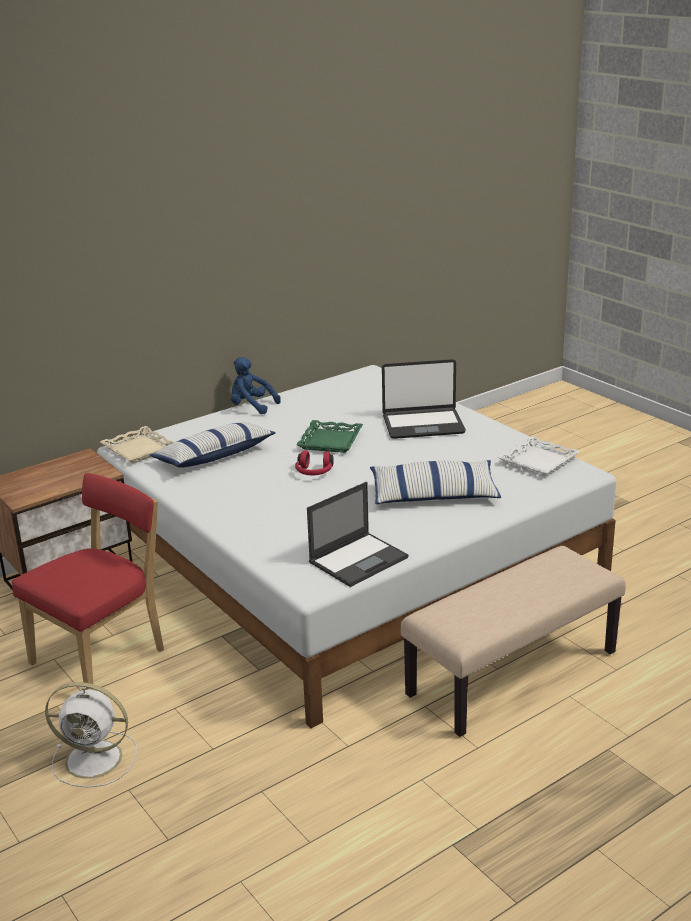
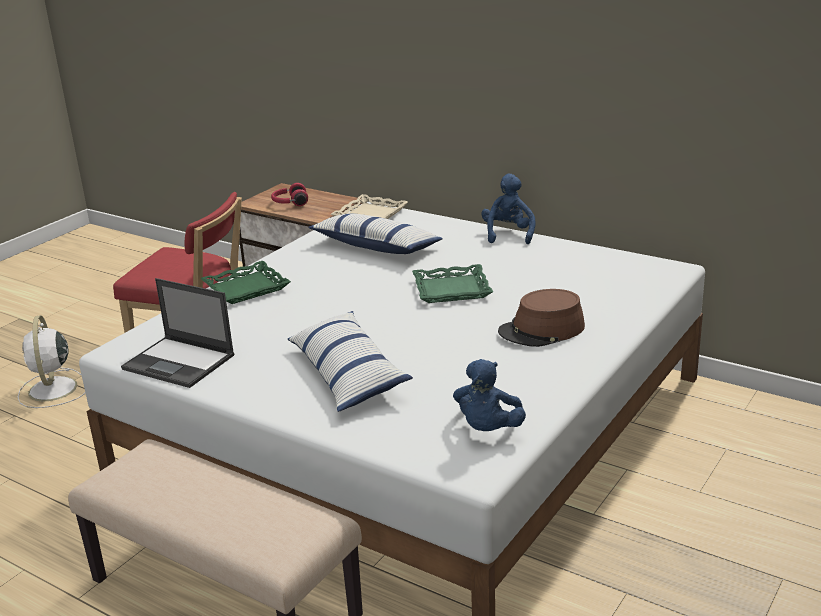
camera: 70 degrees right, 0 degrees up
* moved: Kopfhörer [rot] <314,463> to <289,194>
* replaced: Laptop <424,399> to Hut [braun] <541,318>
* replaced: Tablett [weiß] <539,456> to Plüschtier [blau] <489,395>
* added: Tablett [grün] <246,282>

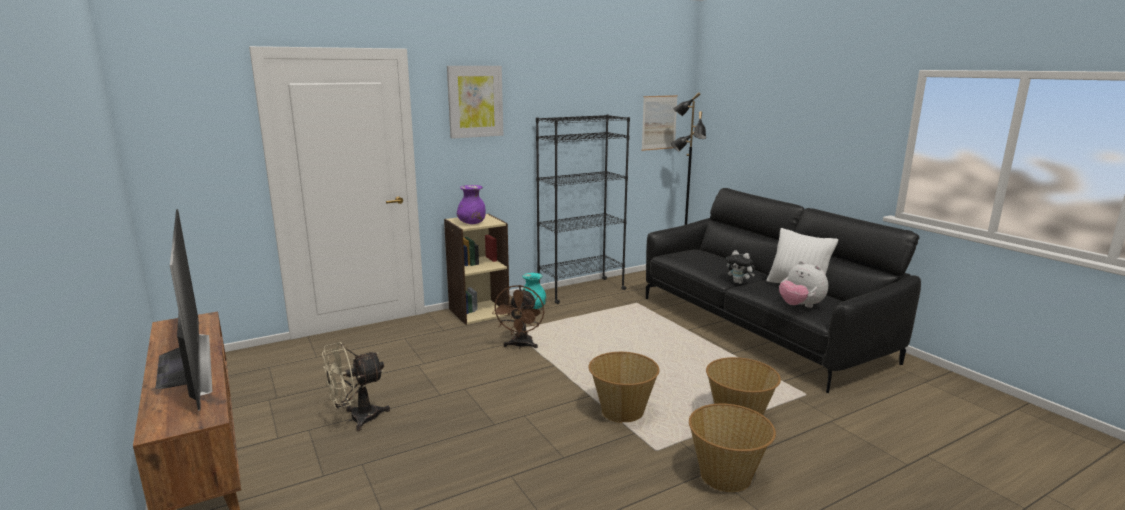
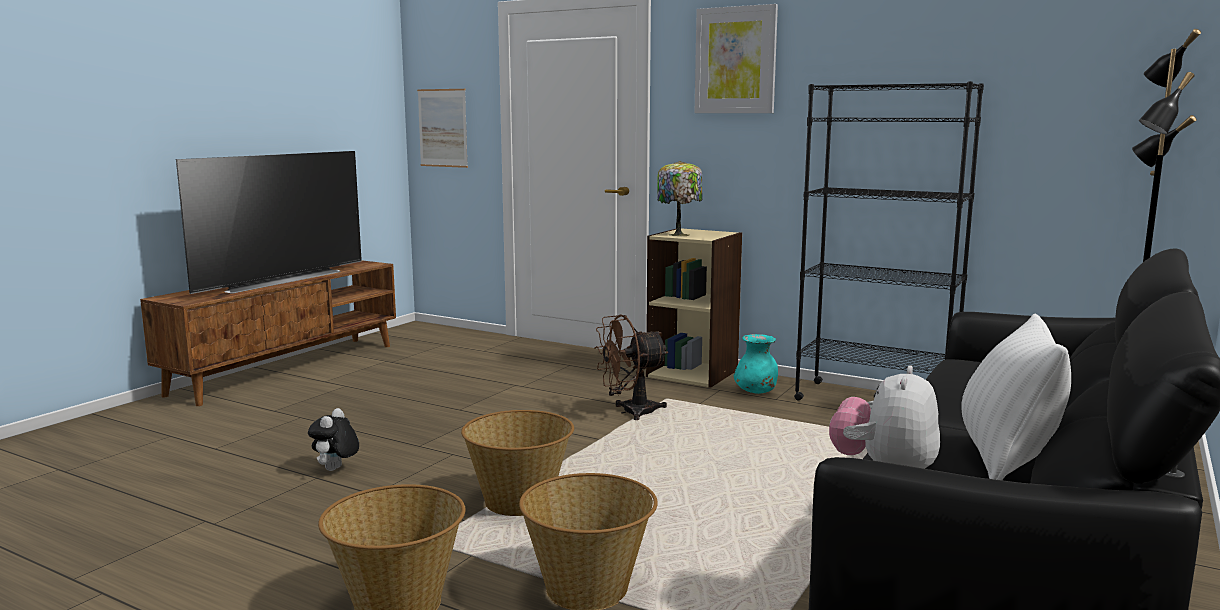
camera: 60 degrees right, 5 degrees down
* removed: Ventilator [beige] <356,386>
* replaced: Vase [lila] <471,204> to Tischlampe <680,198>
* moved: Bild <659,123> to <442,128>
* moved: Plüschtier <740,267> to <333,439>

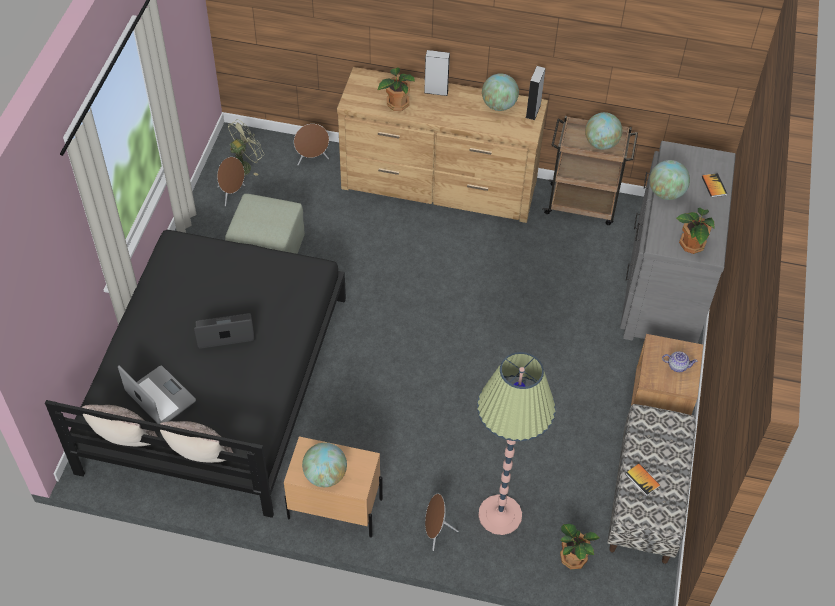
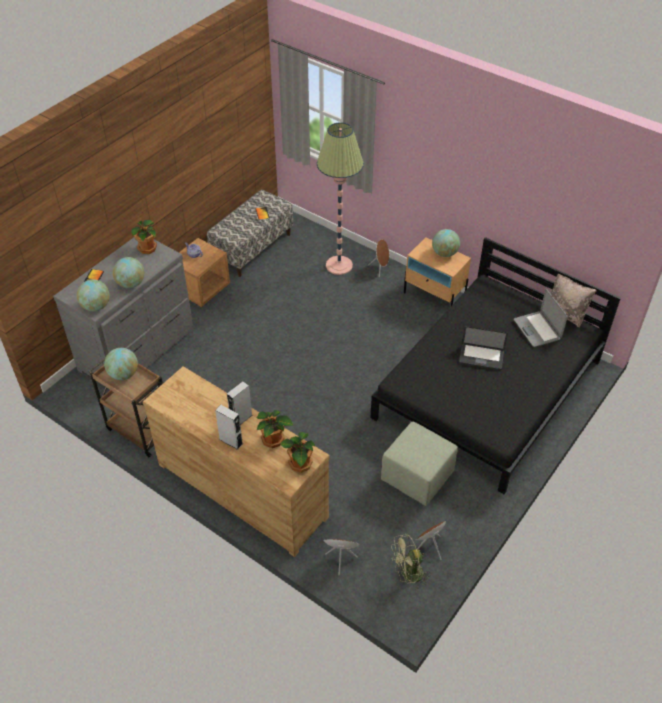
camera: 155 degrees left, 5 degrees down
* removed: Kissen [beige] <196,442>
* moved: Globus <500,92> to <93,295>
* moved: Lautsprecher [grau] <536,93> to <239,403>
* moved: Topfpflanze <579,546> to <297,452>

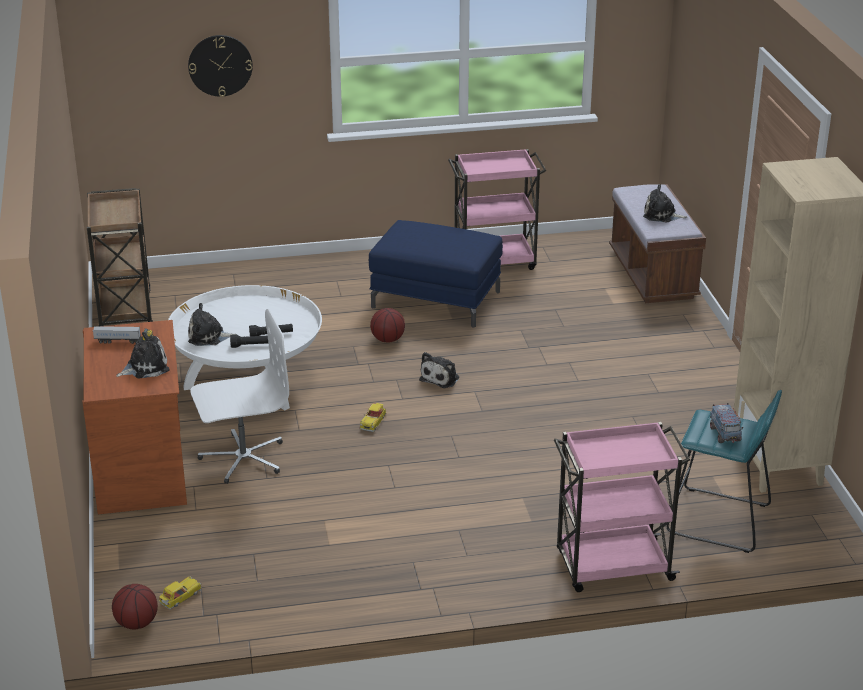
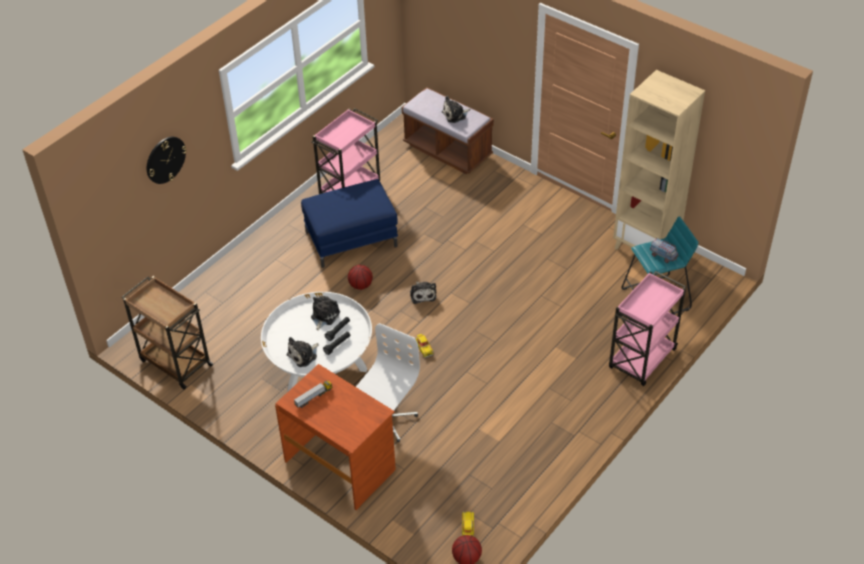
camera: 40 degrees left, 15 degrees up
* moved: Plüschtier <143,355> to <325,313>

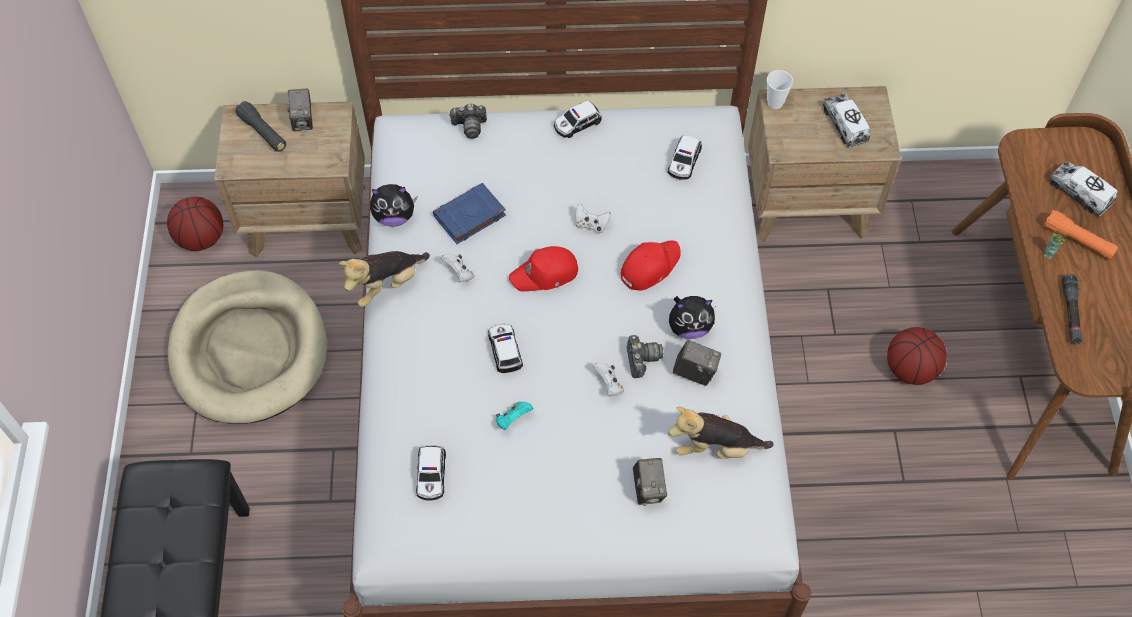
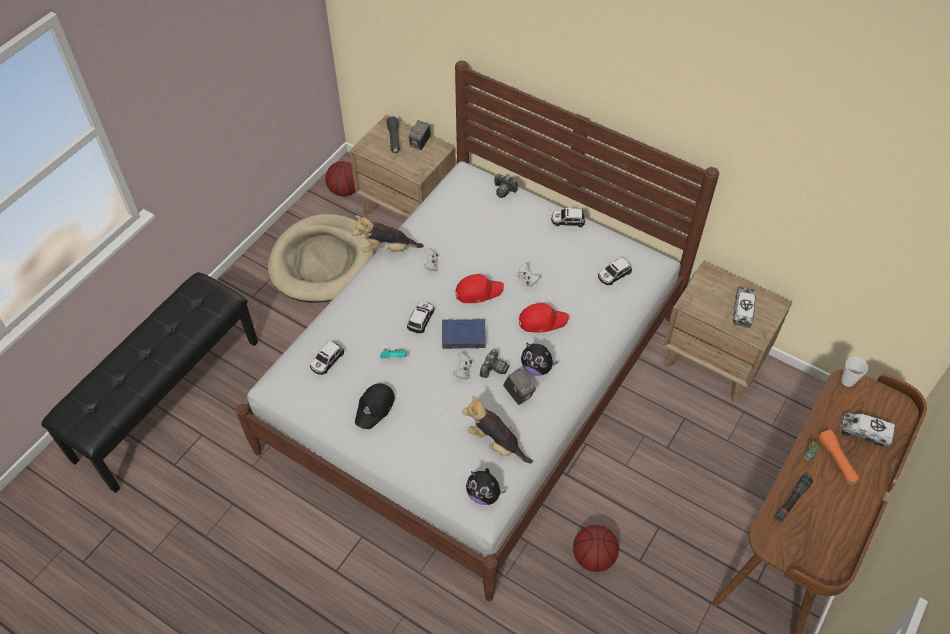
camera: 35 degrees right, 5 degrees down
* moved: Plüschtier <394,205> to <486,486>
* moved: Buch [blau] <469,213> to <464,334>
* turned: Kappe [rot] <543,269> = <480,288> 150 degrees clockwise
* removed: Kamera <650,482>
* moved: Tasse <780,89> to <854,372>
* moved: Basketball <917,356> to <596,548>
* turned: Spielzeuglaster <1084,189> = <867,430> 60 degrees counterclockwise
* added: Kappe [schwarz] <375,406>

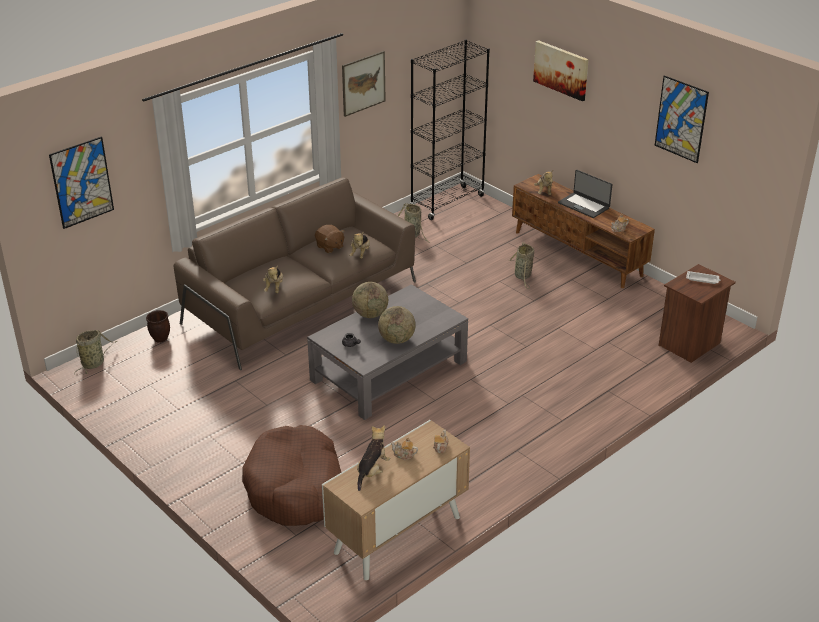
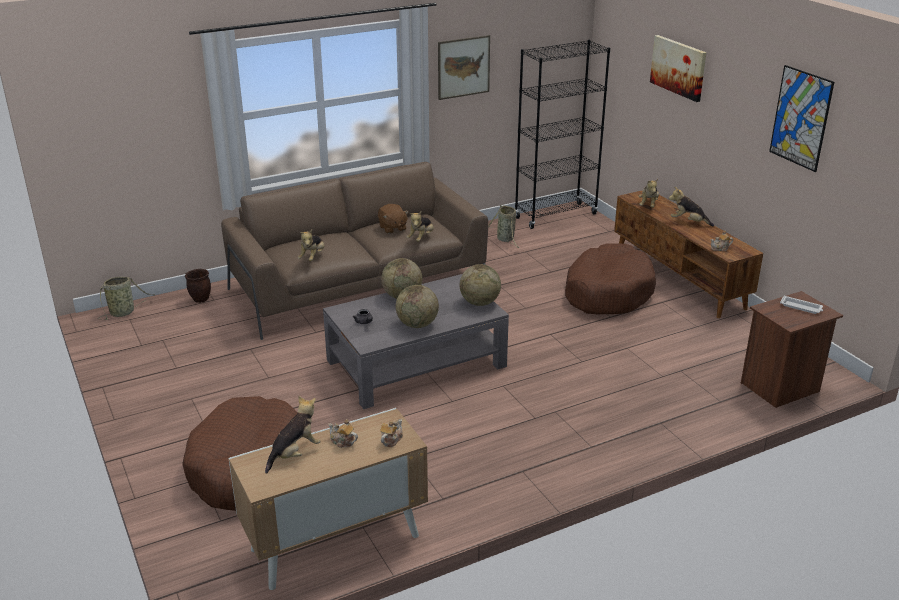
camera: 15 degrees right, 5 degrees down
* removed: Bild <81,182>
* replaced: Korb <521,265> to Hundebett [braun] <610,278>
* replaced: Laptop <585,194> to Plüschtier <691,206>
* added: Globus <480,285>

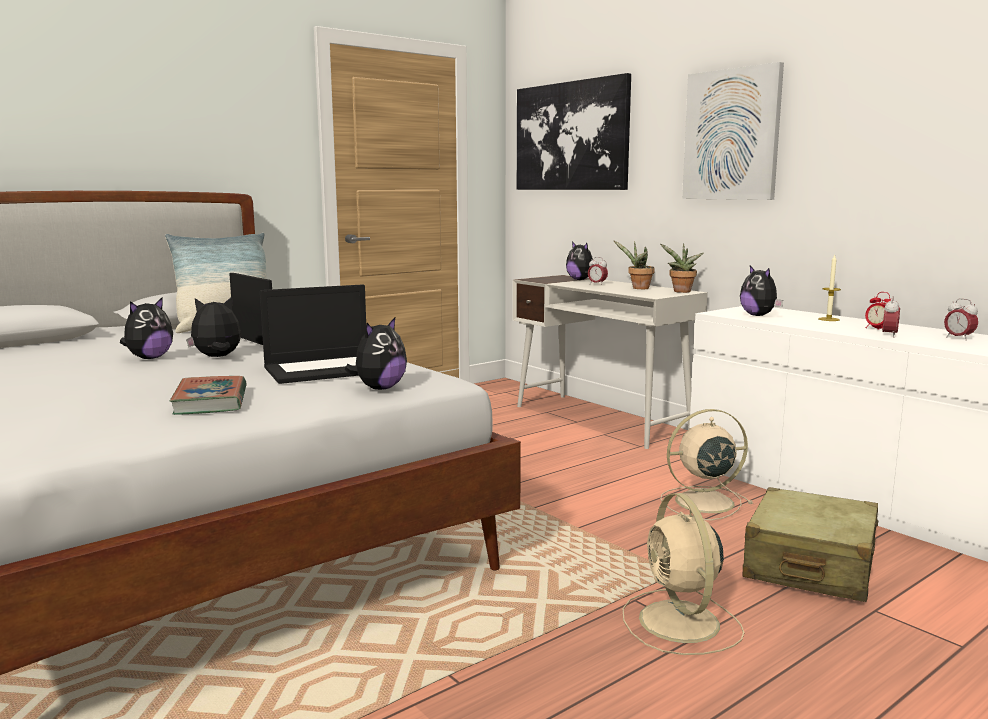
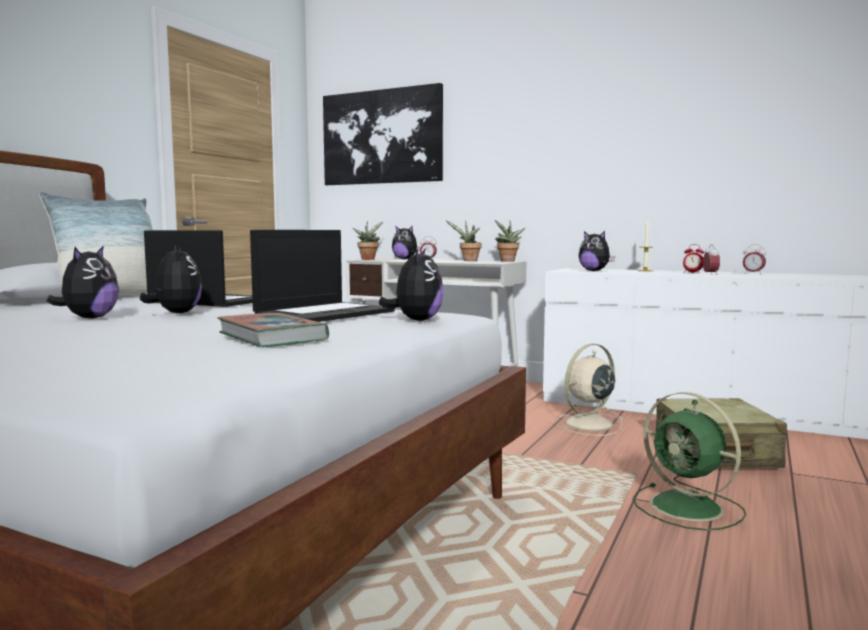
camera: 25 degrees left, 5 degrees down
* turned: Plüschtier <213,327> = <171,279> 105 degrees clockwise
* recoloured: Ventilator [beige] <683,574> to Ventilator [grün] <689,461>
* removed: Bild <733,131>
* added: Topfpflanze <368,240>

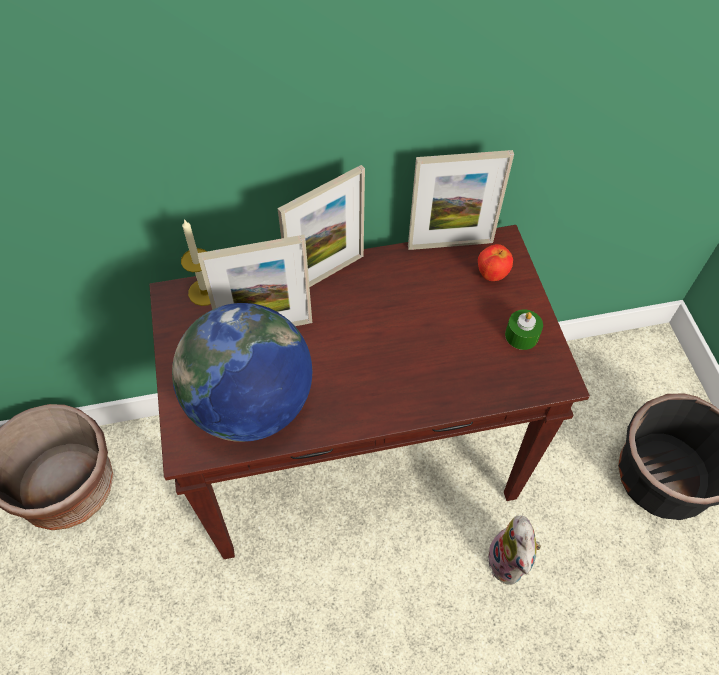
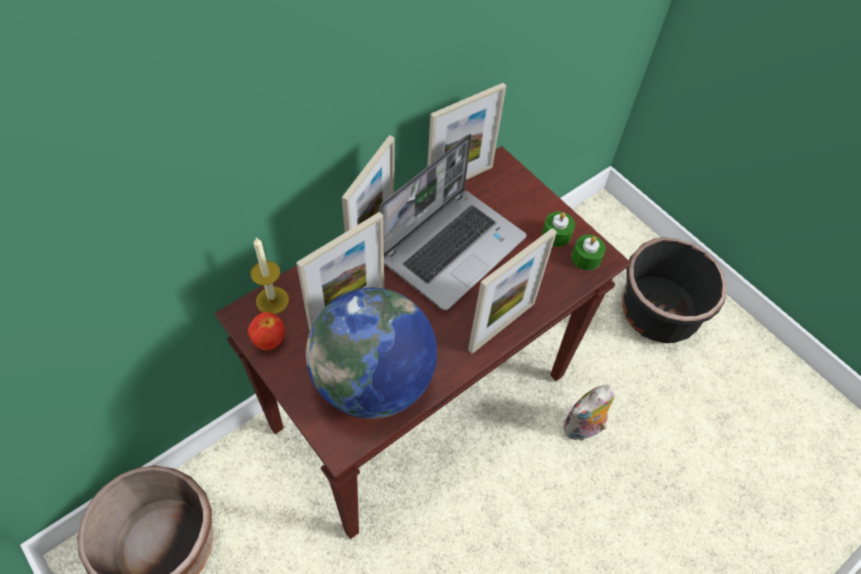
camera: 30 degrees left, 0 degrees up
* moved: Apfel <495,262> to <266,331>
* turned: Plüschtier <514,550> = <589,413> 90 degrees clockwise
* added: Laptop <452,222>
* added: Bilderrahmen <512,291>
* added: Kerze [grün] <588,253>

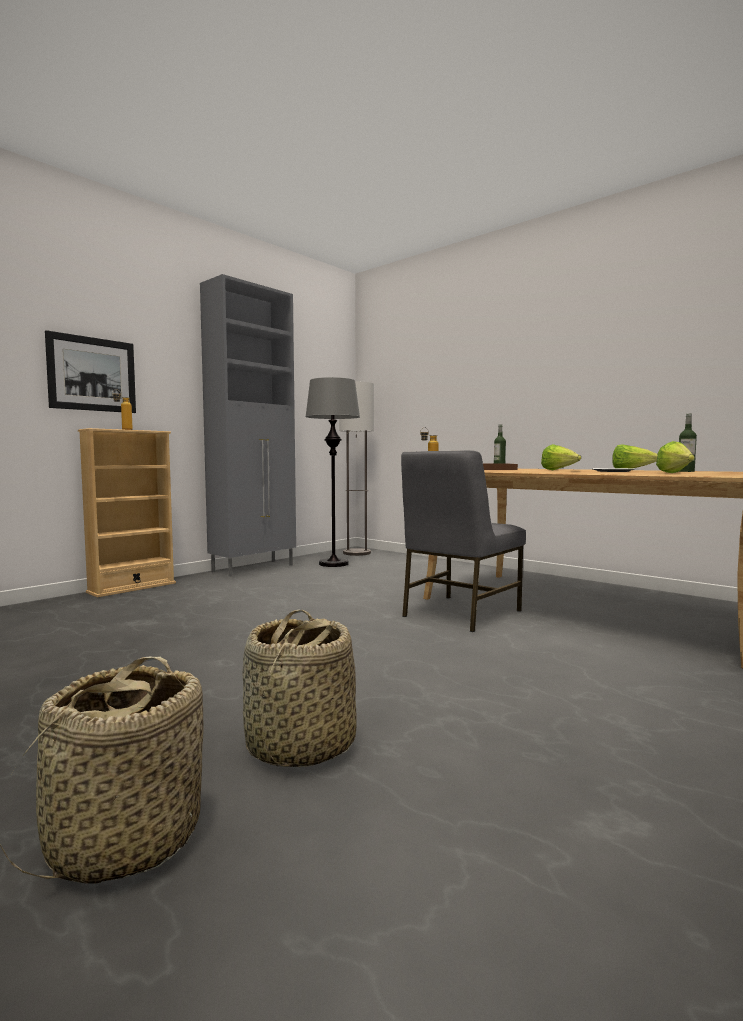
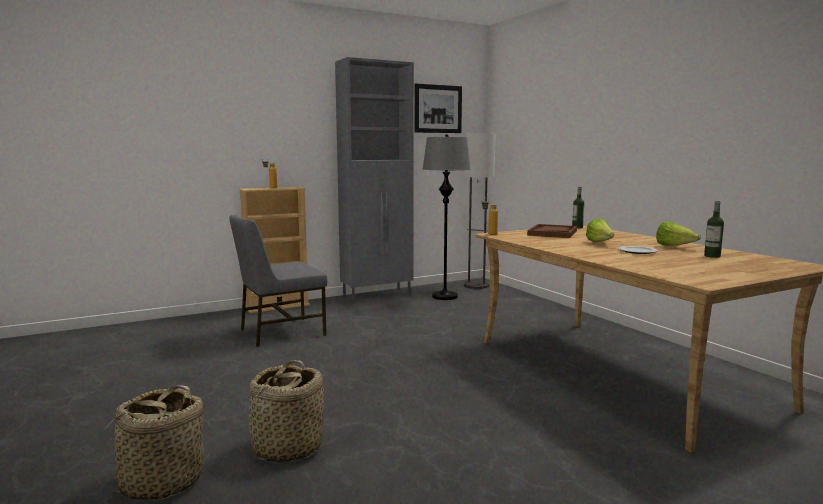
camera: 20 degrees right, 5 degrees up
* moved: Bild <90,371> to <438,108>
* moved: Stuhl [grau] <463,541> to <278,281>
* removed: Salatkopf <675,457>

